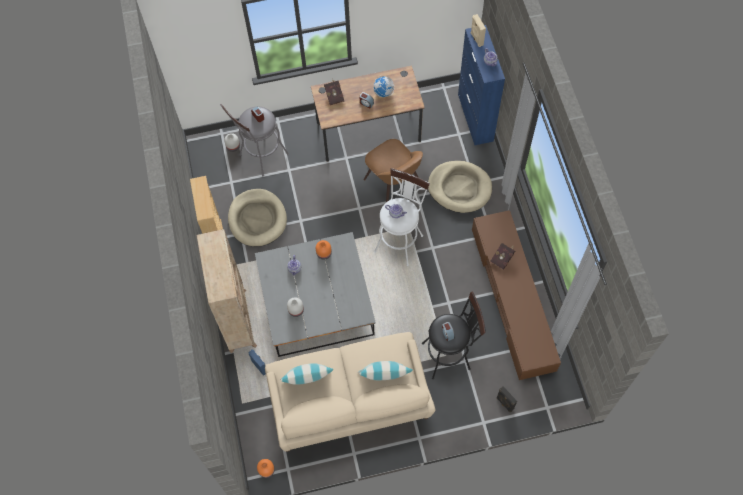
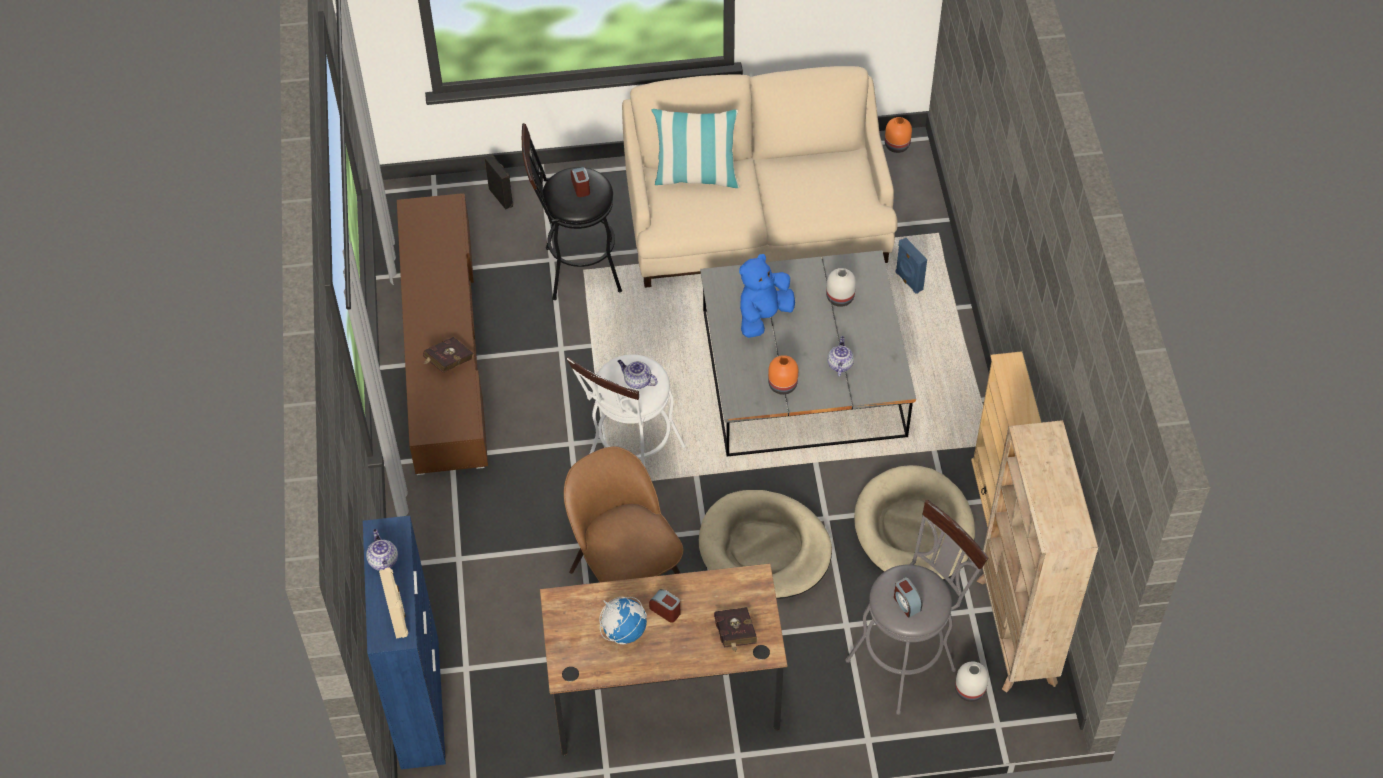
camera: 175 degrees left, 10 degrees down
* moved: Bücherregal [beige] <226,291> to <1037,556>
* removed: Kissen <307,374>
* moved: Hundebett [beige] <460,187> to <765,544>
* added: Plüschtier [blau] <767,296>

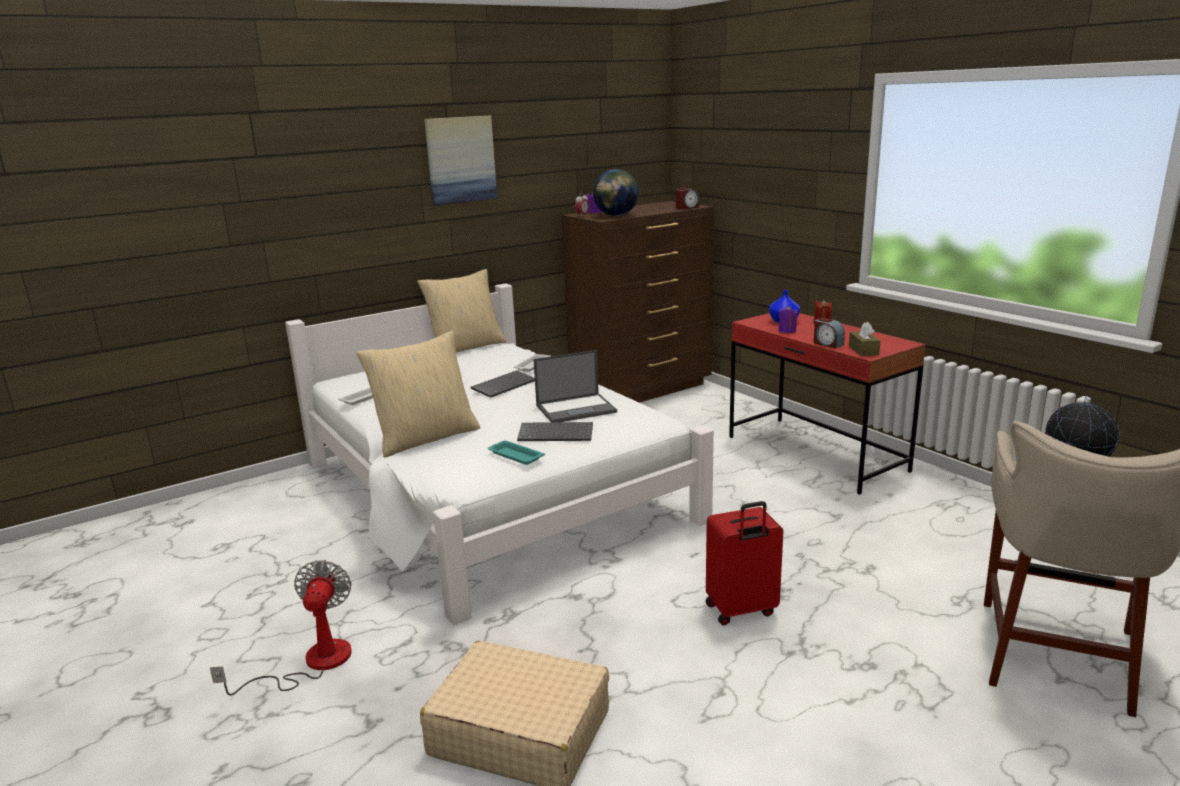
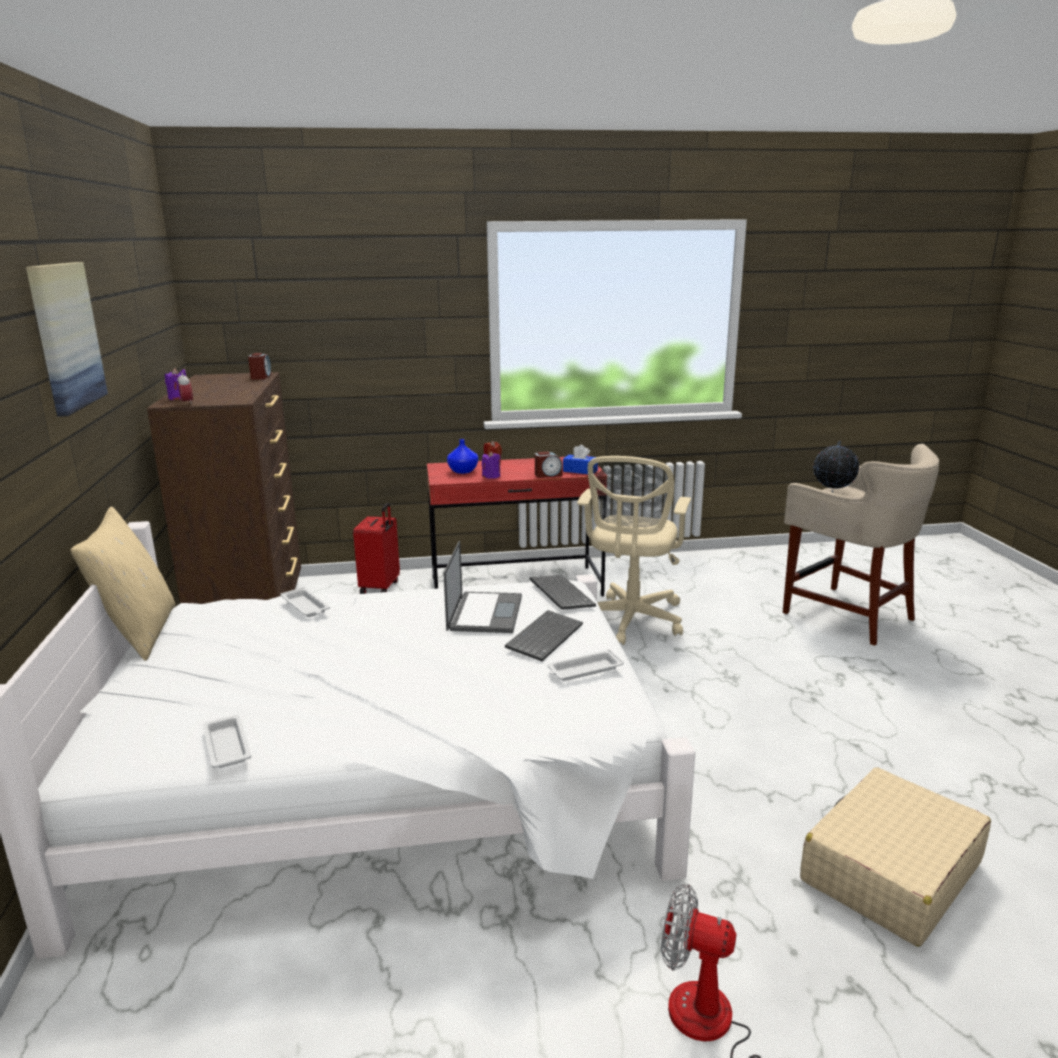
camera: 65 degrees left, 0 degrees up
* removed: Kissen [beige] <418,394>
* moved: Tastatur <503,384> to <563,592>
* recoloured: Tablett [türkis] <516,452> to Tablett [weiß] <585,665>
* removed: Globus <616,192>
* moved: Koffer [rot] <744,563> to <376,548>
* recoloured: Taschentuchbox [braun] <865,339> to Taschentuchbox [blau] <580,459>
* added: Bürostuhl [beige] <634,550>

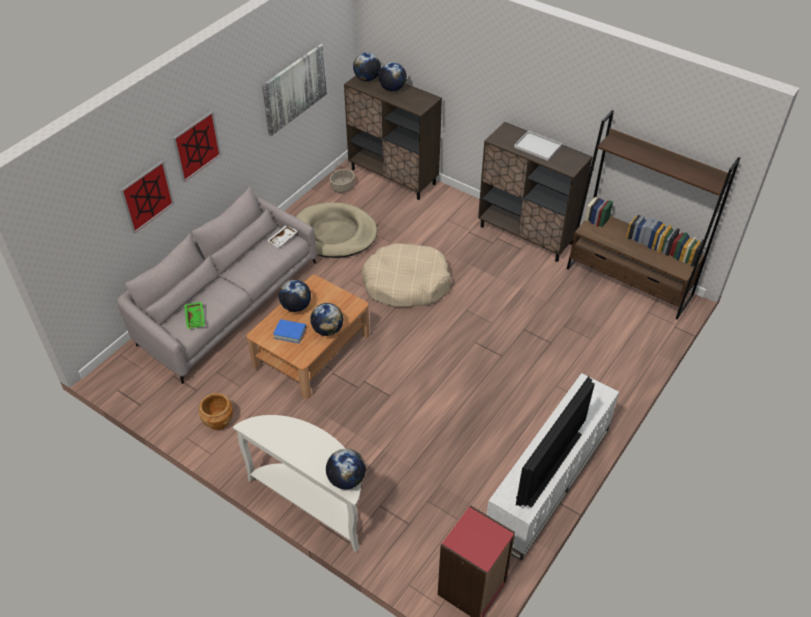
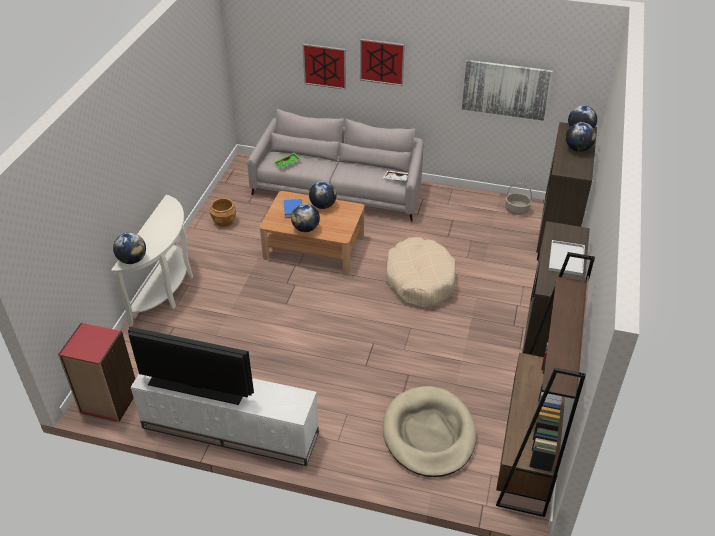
camera: 70 degrees right, 5 degrees down
* moved: Hundebett [beige] <336,230> to <429,431>

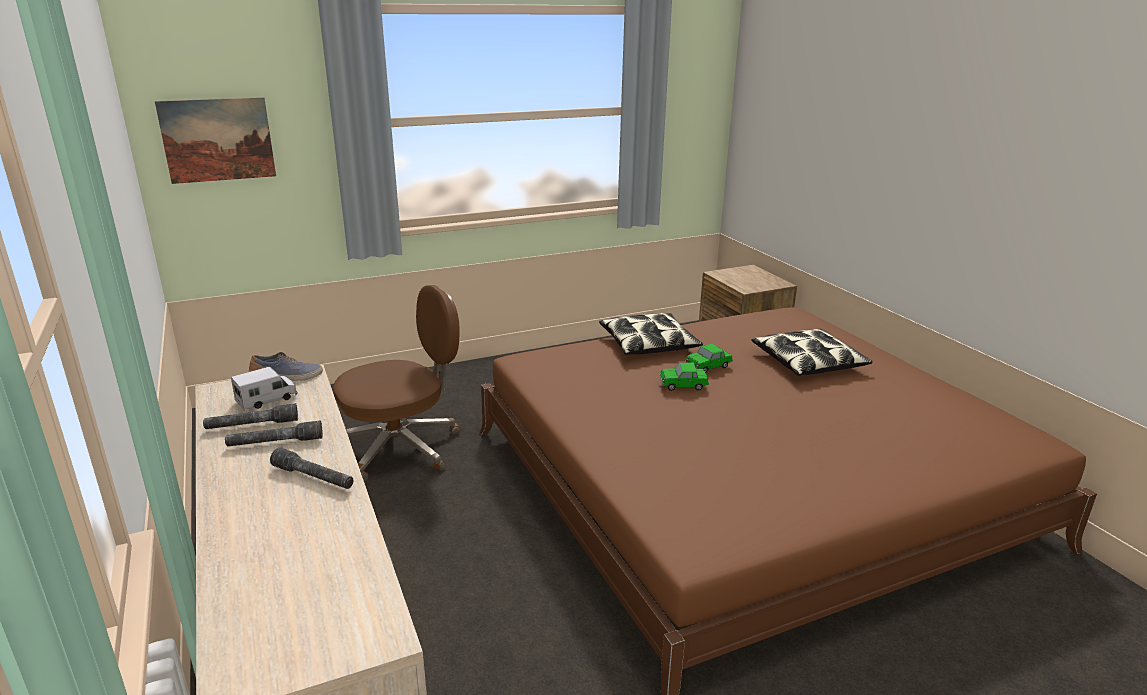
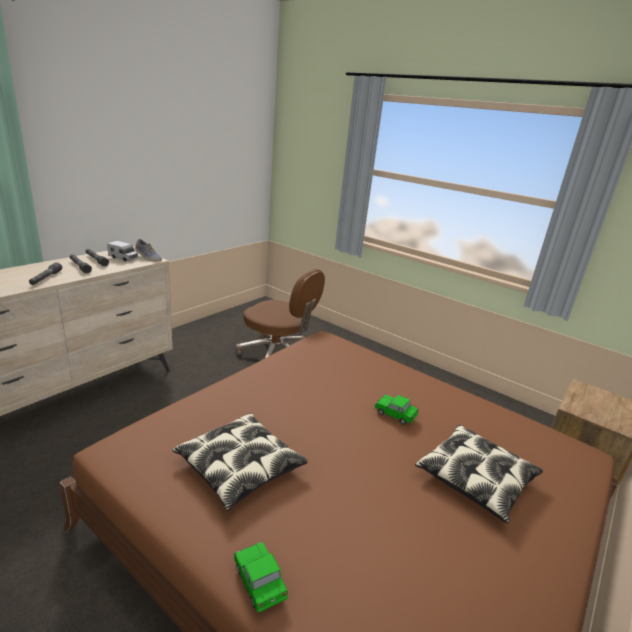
camera: 60 degrees right, 0 degrees up
* removed: Bild <215,140>
* moved: Kissen <651,334> to <240,462>
* moved: Spielzeugauto <684,377> to <261,577>

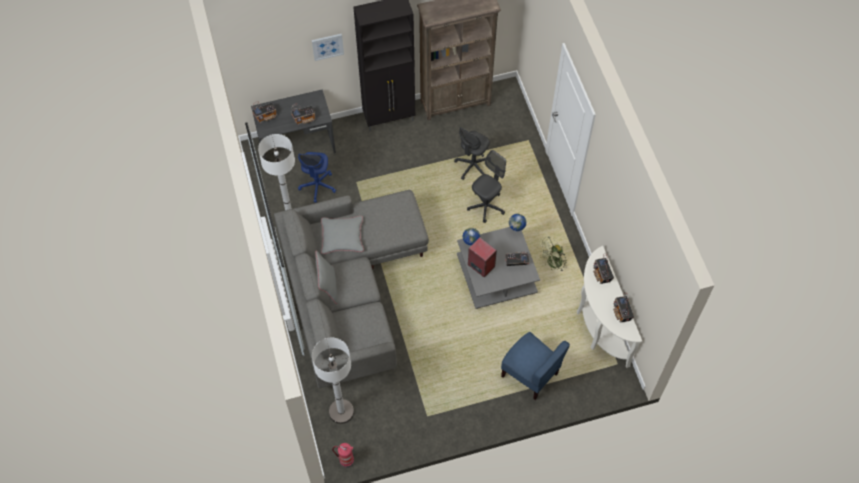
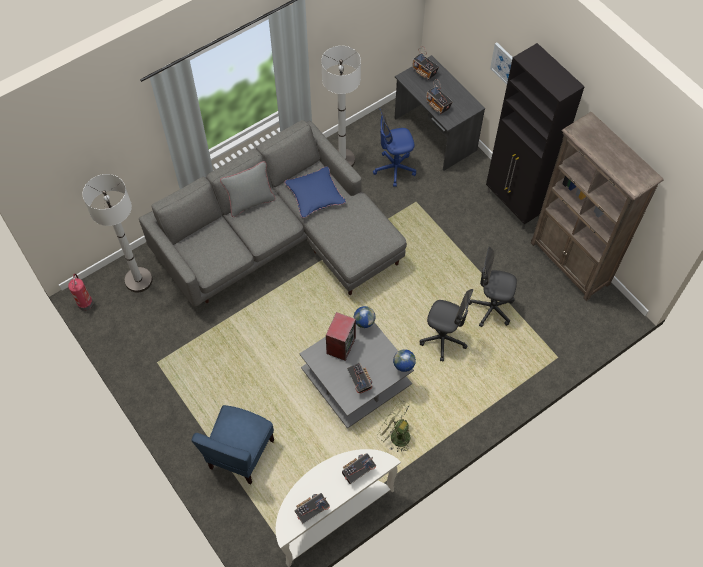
camera: 70 degrees right, 0 degrees up
* recoloured: Kissen [grau] <342,235> to Kissen [blau] <315,192>

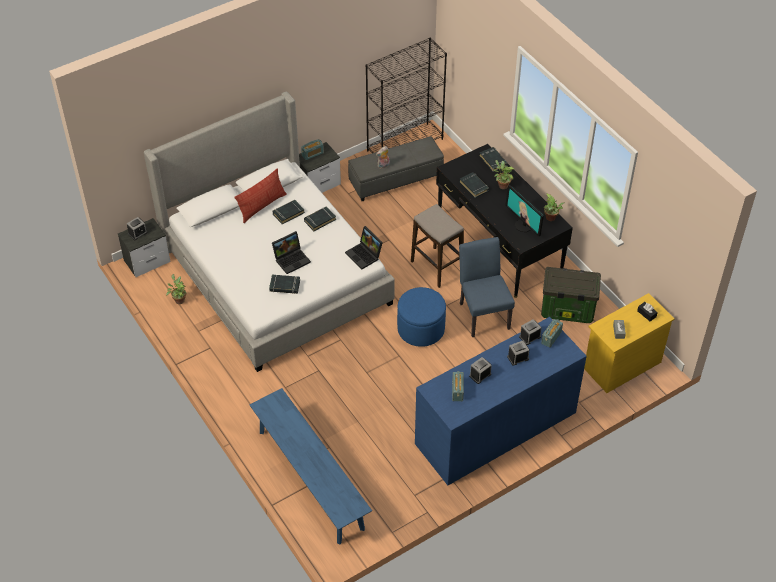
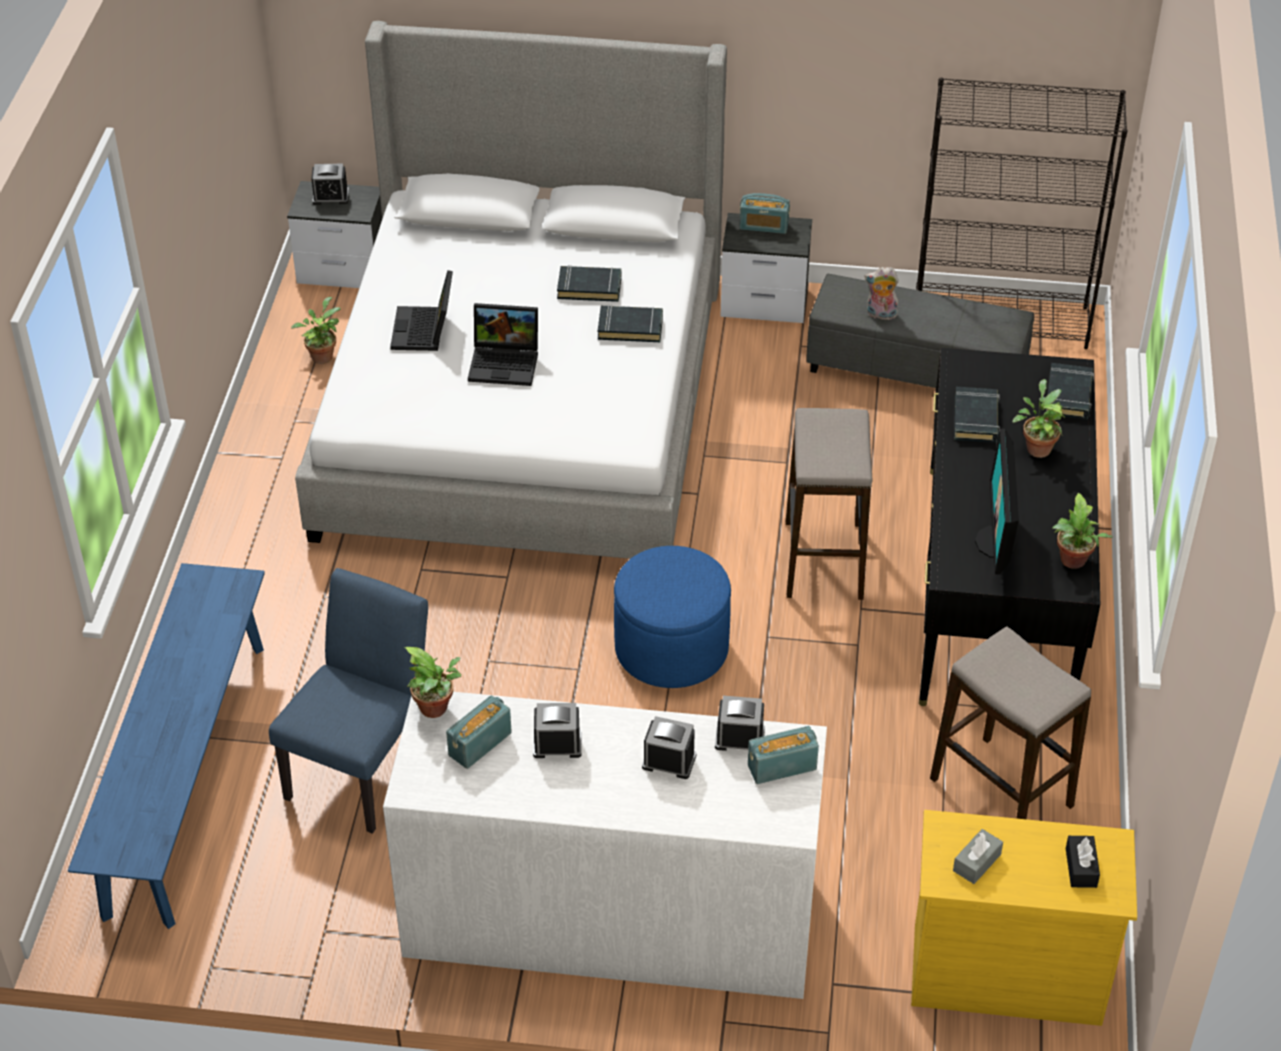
camera: 40 degrees right, 5 degrees down
* removed: Kissen <261,195>
* removed: Buch [schwarz] <284,284>
* moved: Laptop <364,247> to <421,310>
* recoloured: Kommode [blau] <501,401> to Kommode [weiß] <605,845>
* moved: Stuhl [blau] <487,287> to <348,701>
* replaced: Aufbewahrungsbox <571,295> to Hocker <1010,723>
* added: Topfpflanze <432,682>

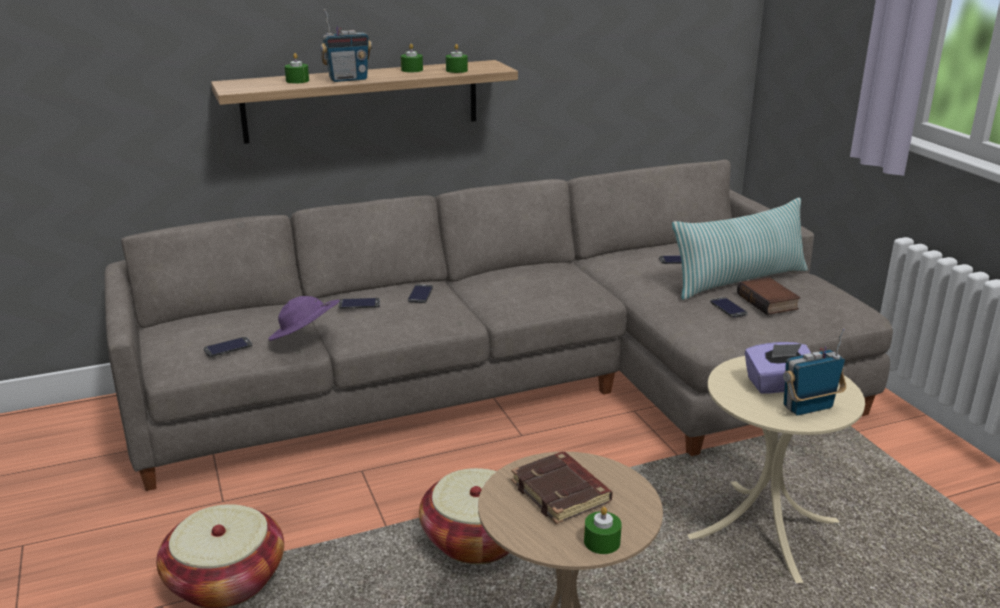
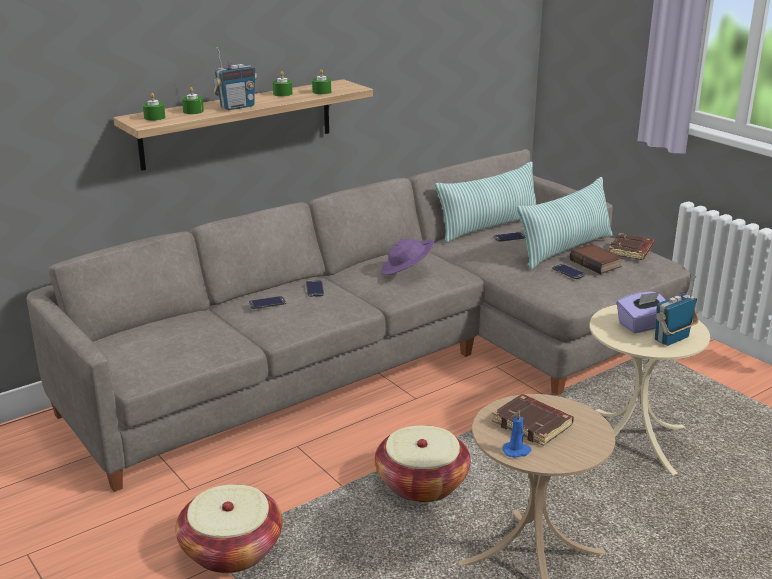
camera: 15 degrees left, 0 degrees up
* removed: Handy <228,347>
* moved: Hut [lila] <304,318> to <407,257>
* moved: Kerze [grün] <603,530> to <154,107>
* added: Kissen <486,202>
* added: Kerze [blau] <517,434>
* added: Buch [braun] <631,246>

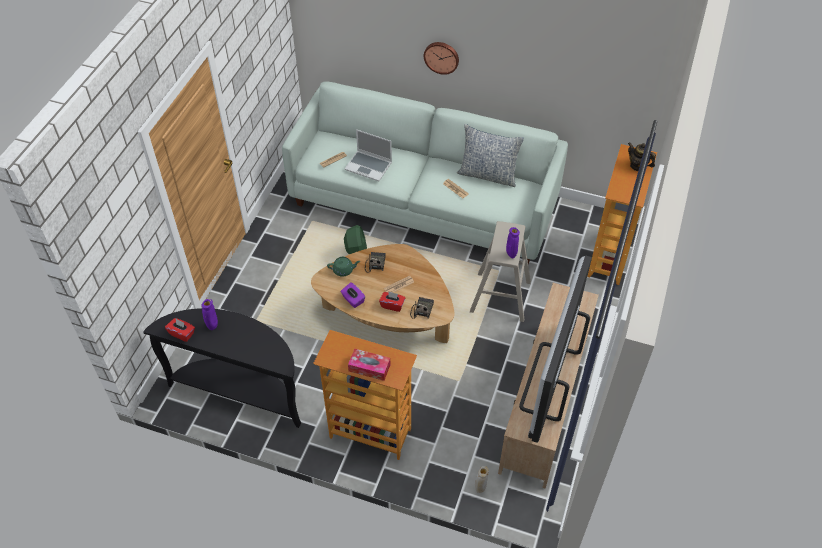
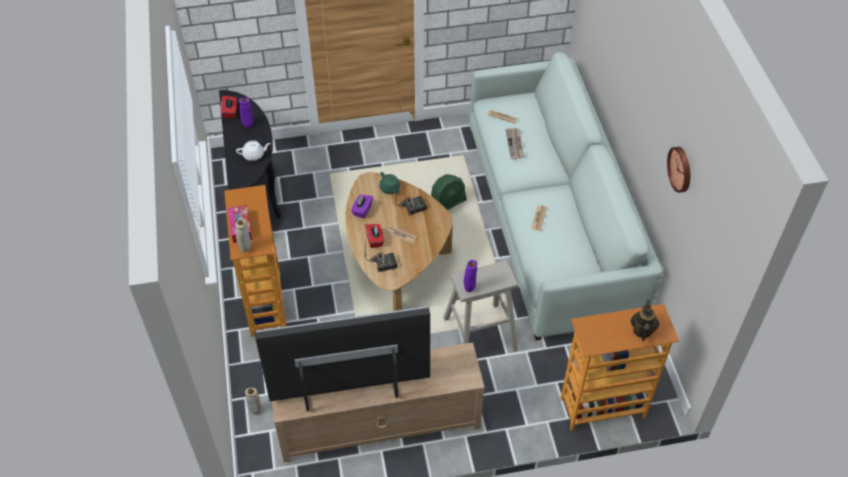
camera: 60 degrees right, 0 degrees up
* replaced: Laptop <368,155> to Zeitung <514,143>
* moved: Wanduhr <441,58> to <678,170>
* removed: Kissen <490,155>
* added: Vase [beige] <243,235>
* added: Teekanne [weiß] <253,150>

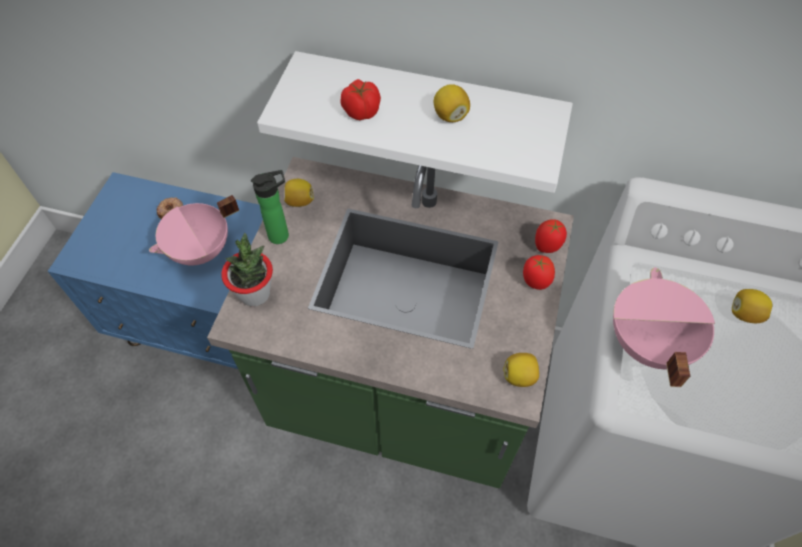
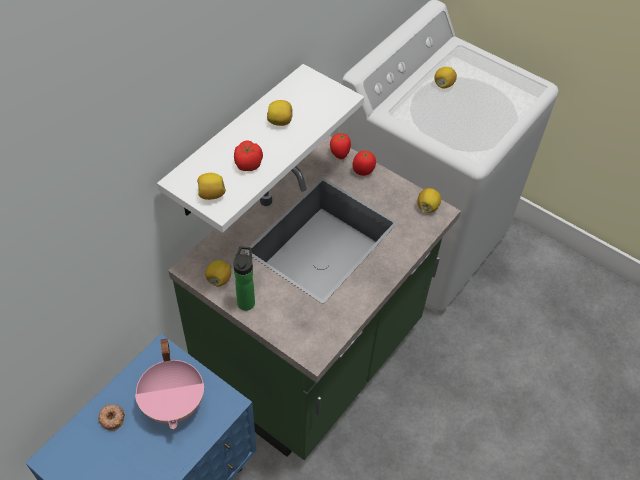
camera: 70 degrees left, 5 degrees down
* removed: Topfpflanze <247,269>
* removed: Kochtopf [rosa] <664,327>
* added: Zitrone <211,186>

